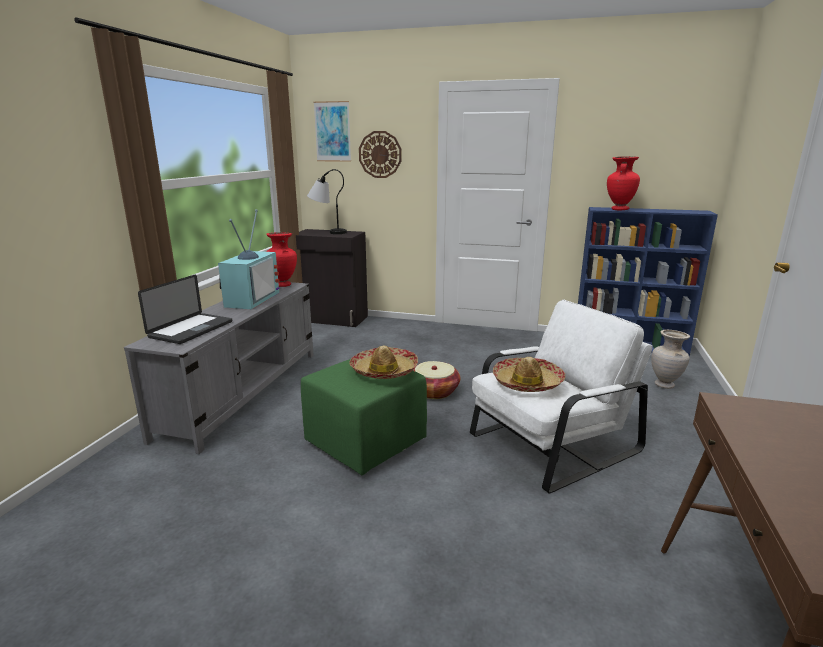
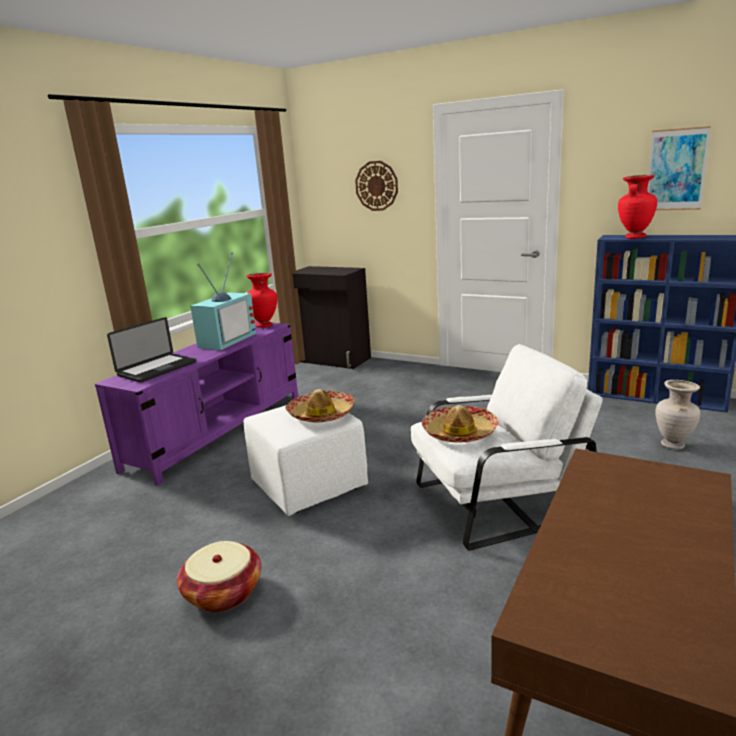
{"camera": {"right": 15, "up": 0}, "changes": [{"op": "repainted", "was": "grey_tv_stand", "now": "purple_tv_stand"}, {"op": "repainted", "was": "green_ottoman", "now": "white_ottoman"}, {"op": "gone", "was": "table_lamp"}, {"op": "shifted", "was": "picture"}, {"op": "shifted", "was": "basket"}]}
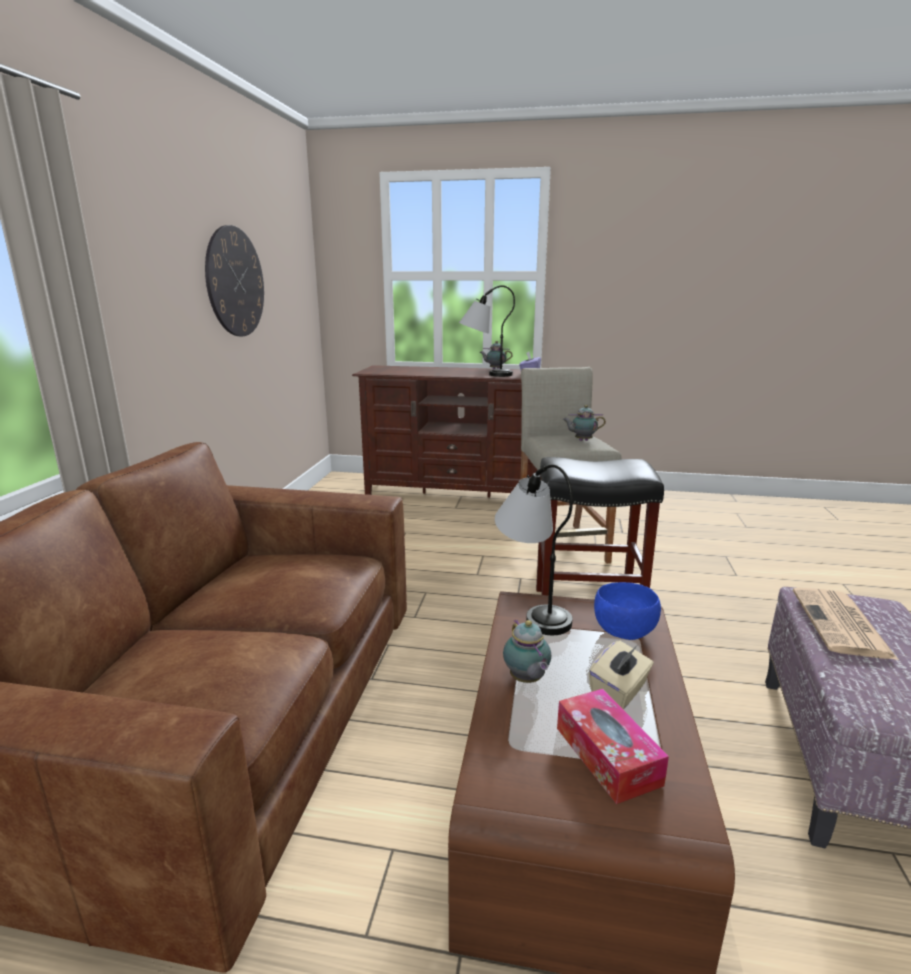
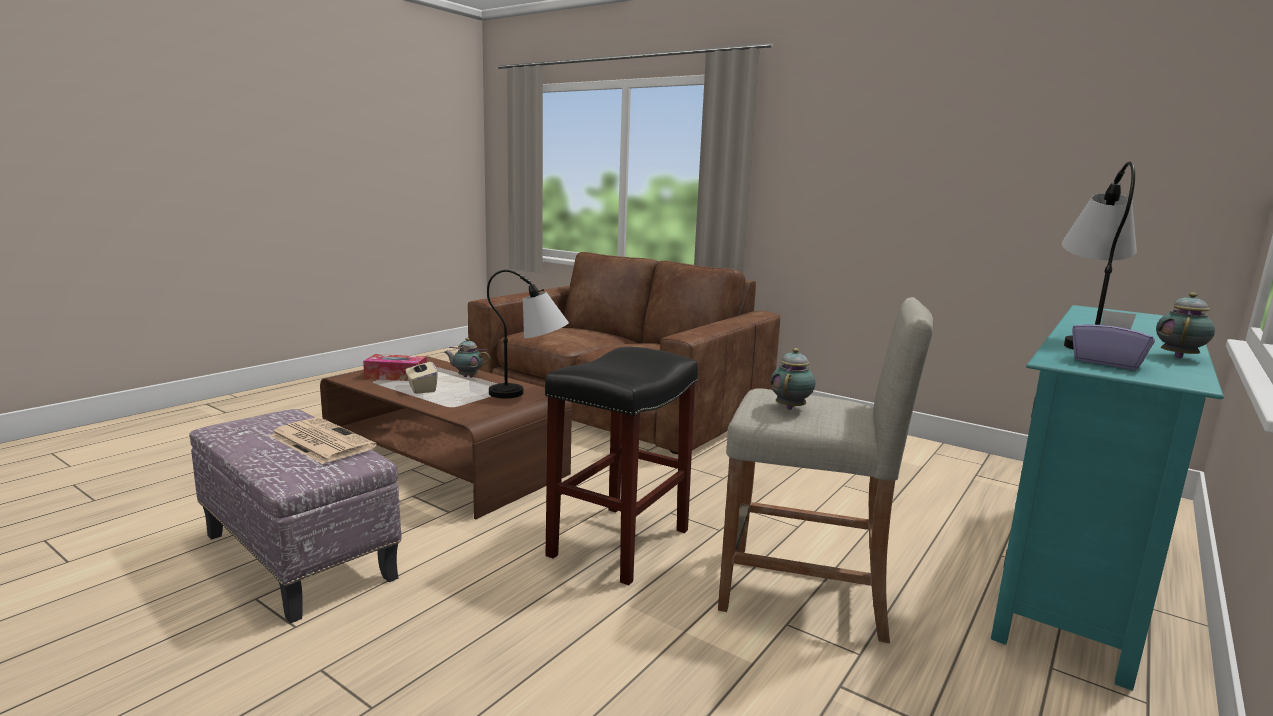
{"camera": {"right": 115, "up": -5}, "changes": [{"op": "gone", "was": "wall_clock"}, {"op": "repainted", "was": "brown_tv_stand", "now": "turquoise_tv_stand"}, {"op": "gone", "was": "blue_bowl"}]}
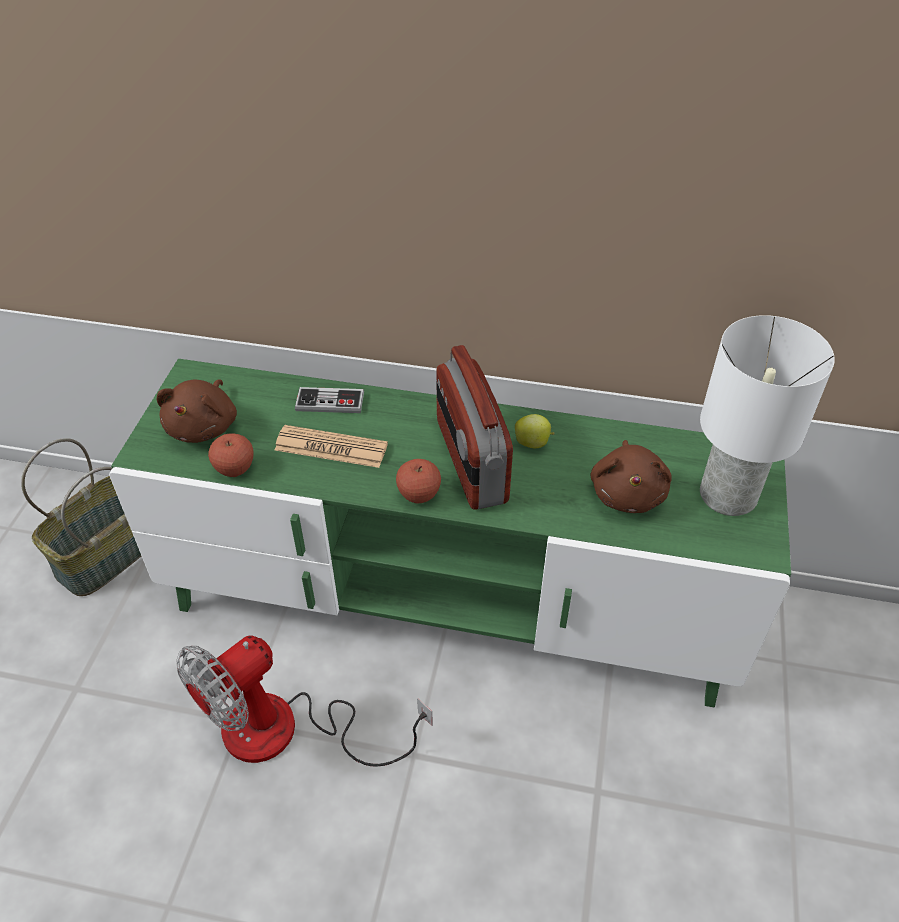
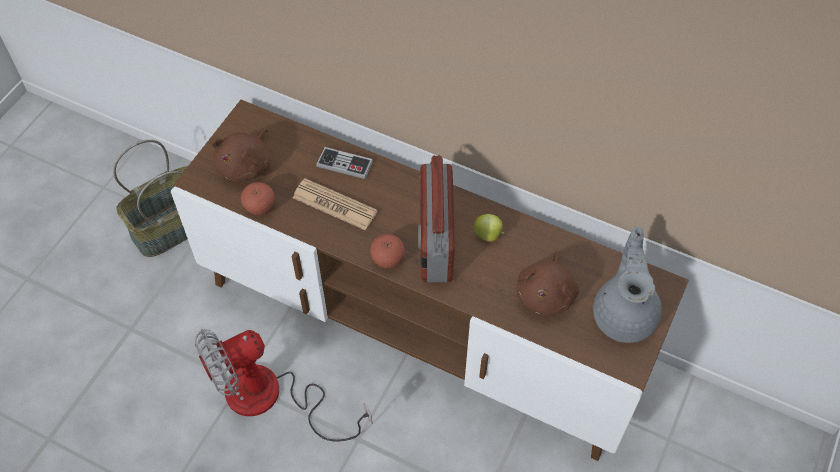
{"camera": {"right": 15, "up": 10}, "changes": [{"op": "repainted", "was": "green_tv_stand", "now": "brown_tv_stand"}, {"op": "swapped", "was": "white_table_lamp", "now": "grey_teapot"}]}
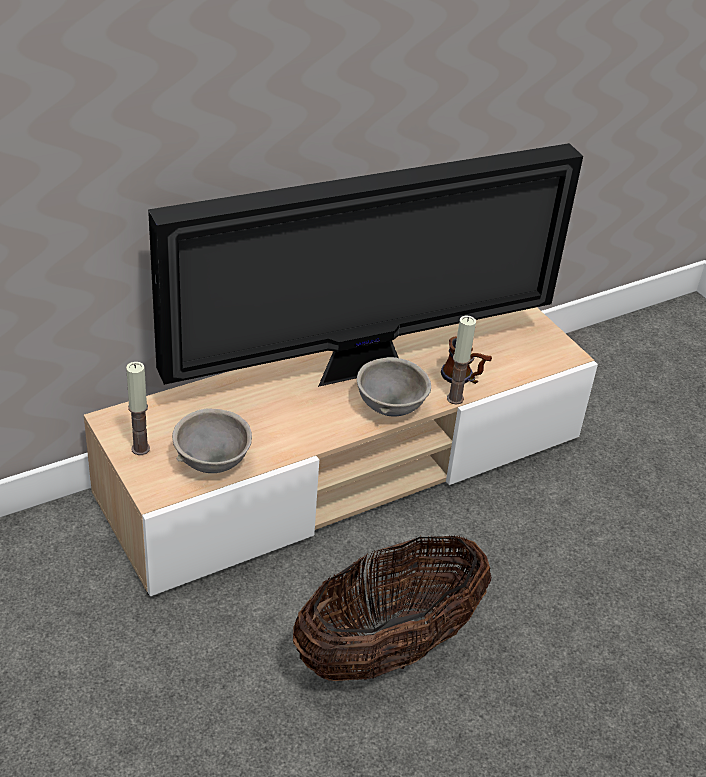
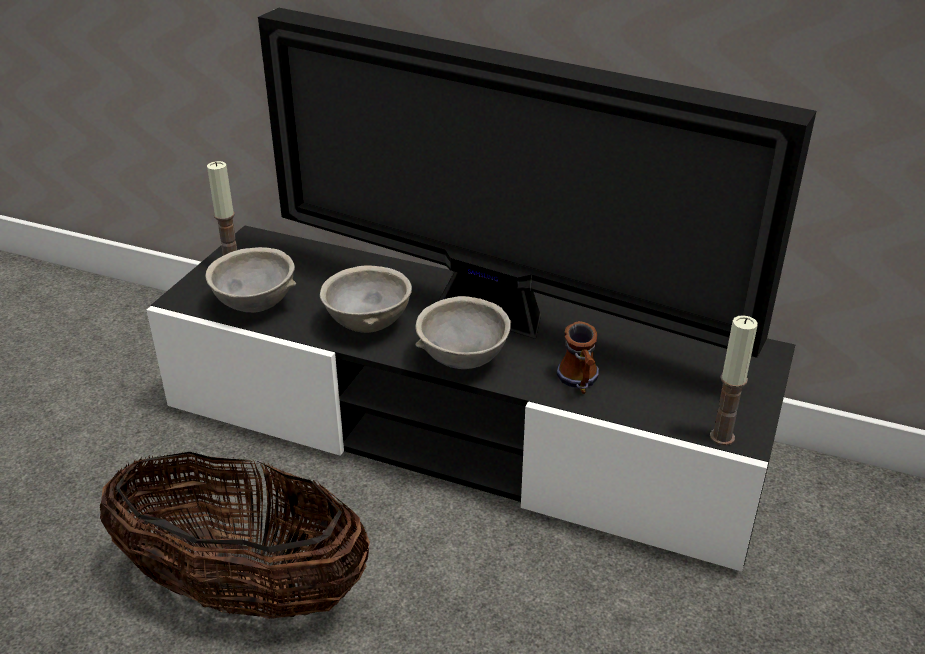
{"camera": {"right": 55, "up": -5}, "changes": [{"op": "repainted", "was": "beige_tv_stand", "now": "black_tv_stand"}, {"op": "shifted", "was": "candle (no. 2 from left)"}, {"op": "new", "now": "grey_bowl (no. 2 from left)"}]}
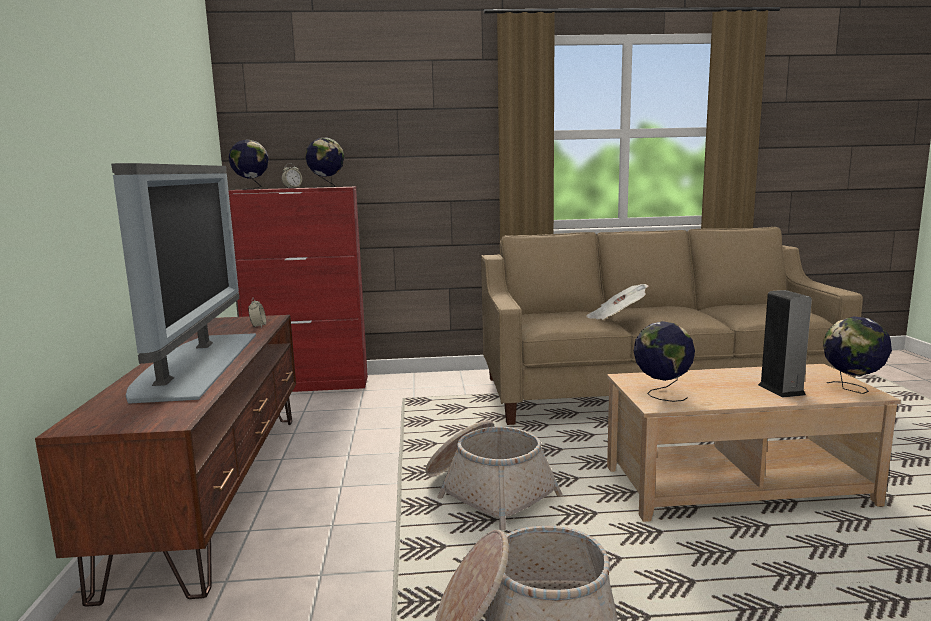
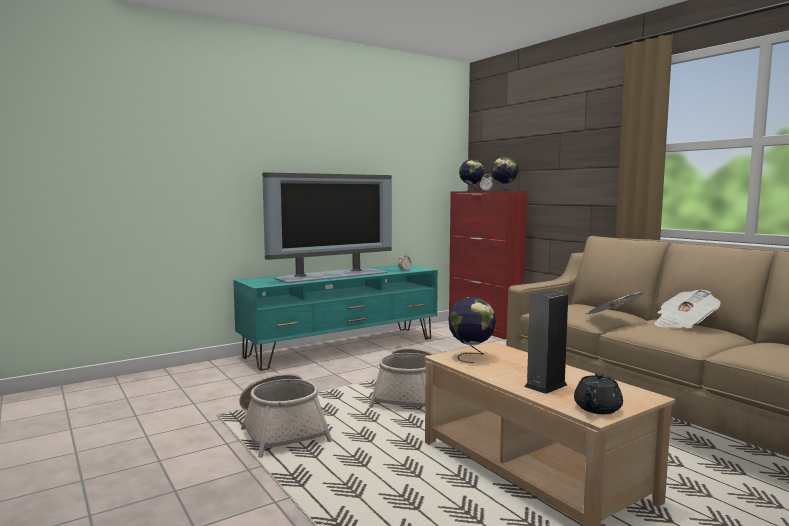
{"camera": {"right": 60, "up": -5}, "changes": [{"op": "repainted", "was": "brown_tv_stand", "now": "turquoise_tv_stand"}, {"op": "swapped", "was": "globe (no. 4 from left)", "now": "black_teapot"}, {"op": "new", "now": "newspaper (no. 2 from left)"}]}
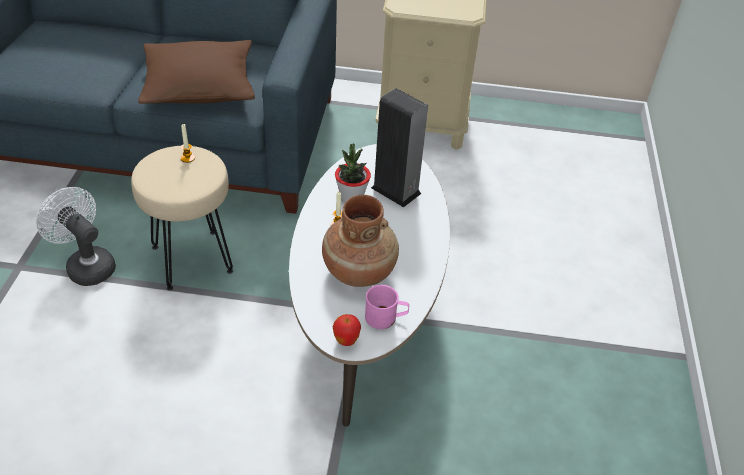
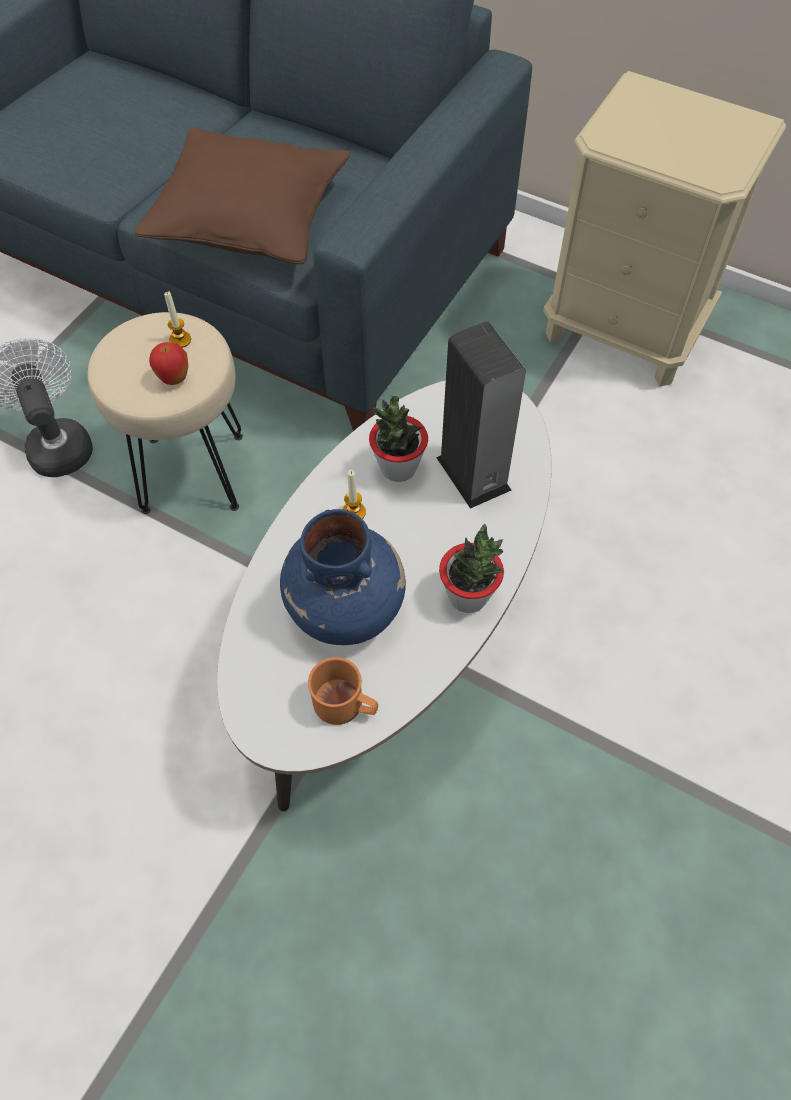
{"camera": {"right": 25, "up": 15}, "changes": [{"op": "repainted", "was": "brown_vase", "now": "blue_vase"}, {"op": "shifted", "was": "apple"}, {"op": "repainted", "was": "pink_mug", "now": "orange_mug"}, {"op": "new", "now": "potted_plant (no. 2 from left)"}]}
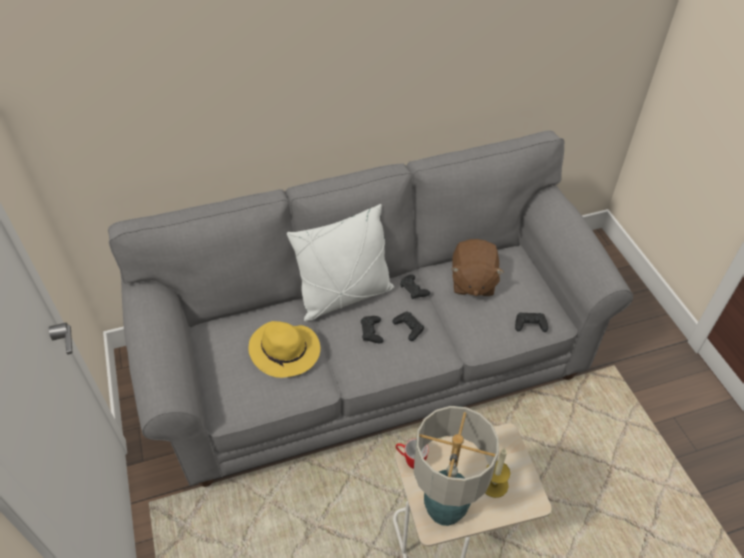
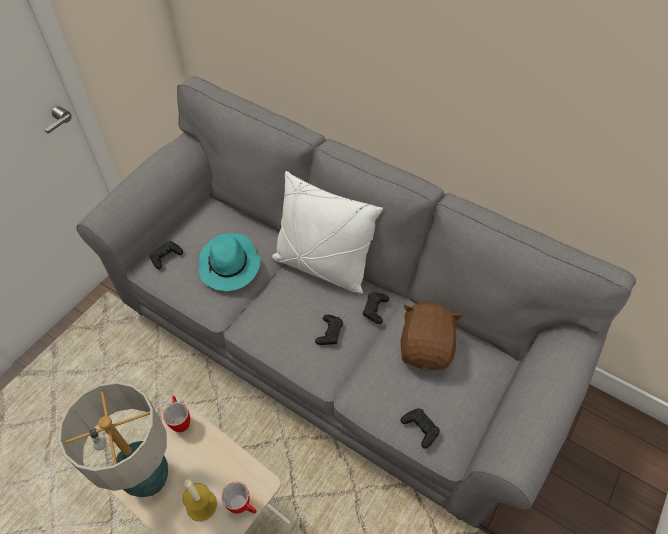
{"camera": {"right": 50, "up": 5}, "changes": [{"op": "repainted", "was": "yellow_hat", "now": "turquoise_hat"}, {"op": "shifted", "was": "black_game_controller (no. 1 from left)"}, {"op": "rotated", "was": "brown_plush_toy", "clockwise": 135}, {"op": "new", "now": "mug (no. 2 from left)"}]}
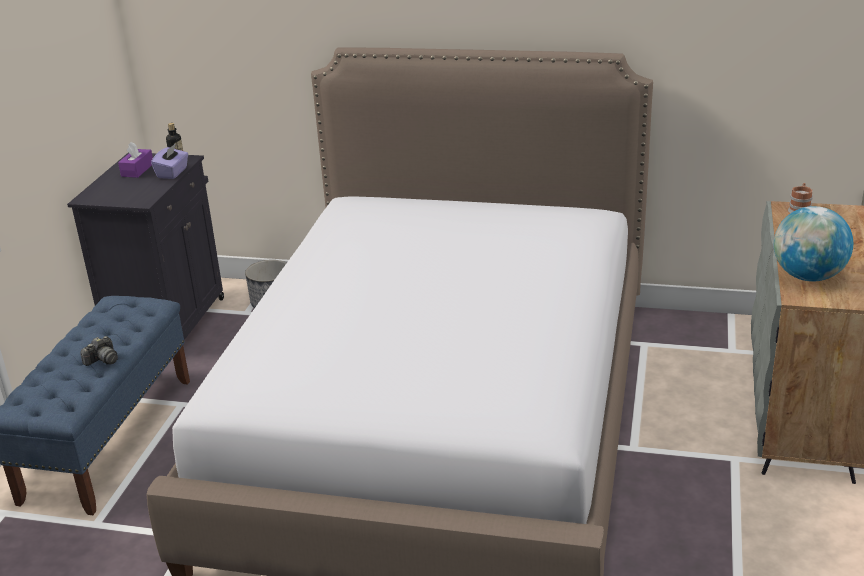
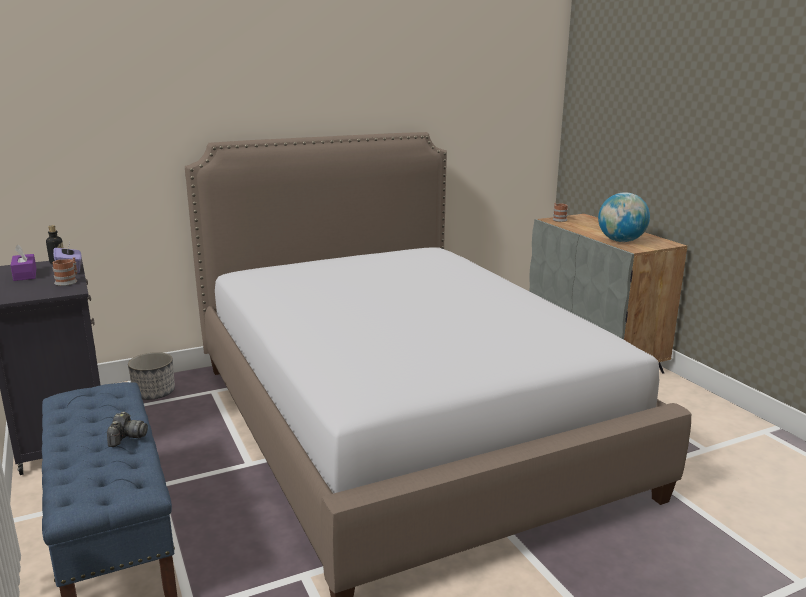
{"camera": {"right": -40, "up": -10}, "changes": [{"op": "new", "now": "mug (no. 1 from left)"}]}
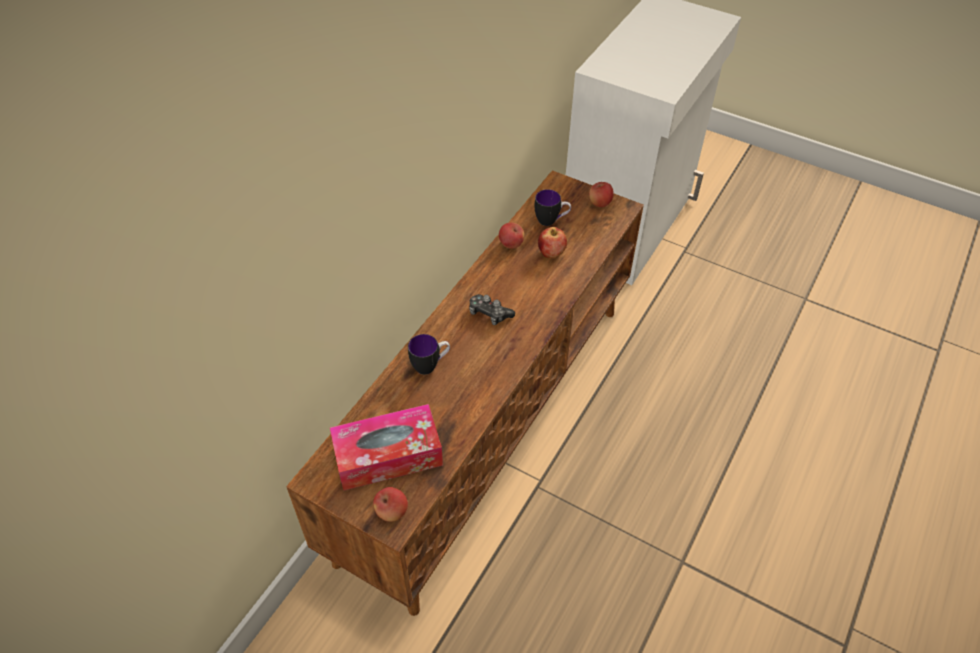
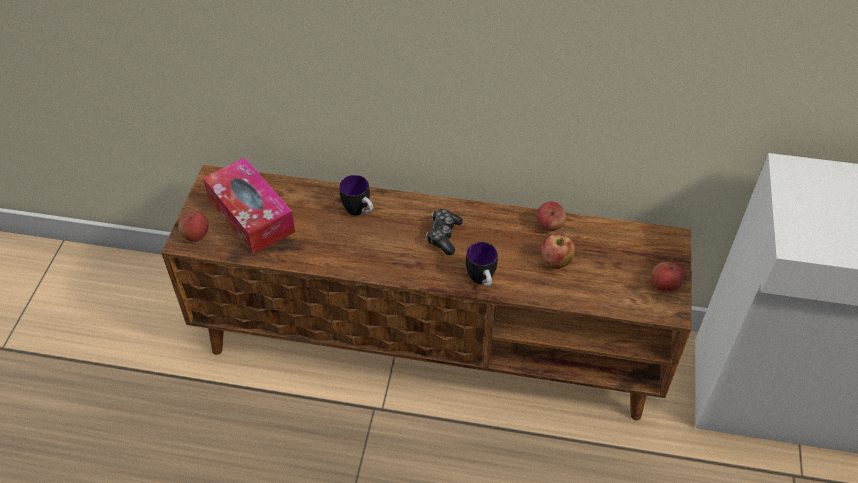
{"camera": {"right": 70, "up": 0}, "changes": [{"op": "shifted", "was": "mug (no. 2 from left)"}]}
